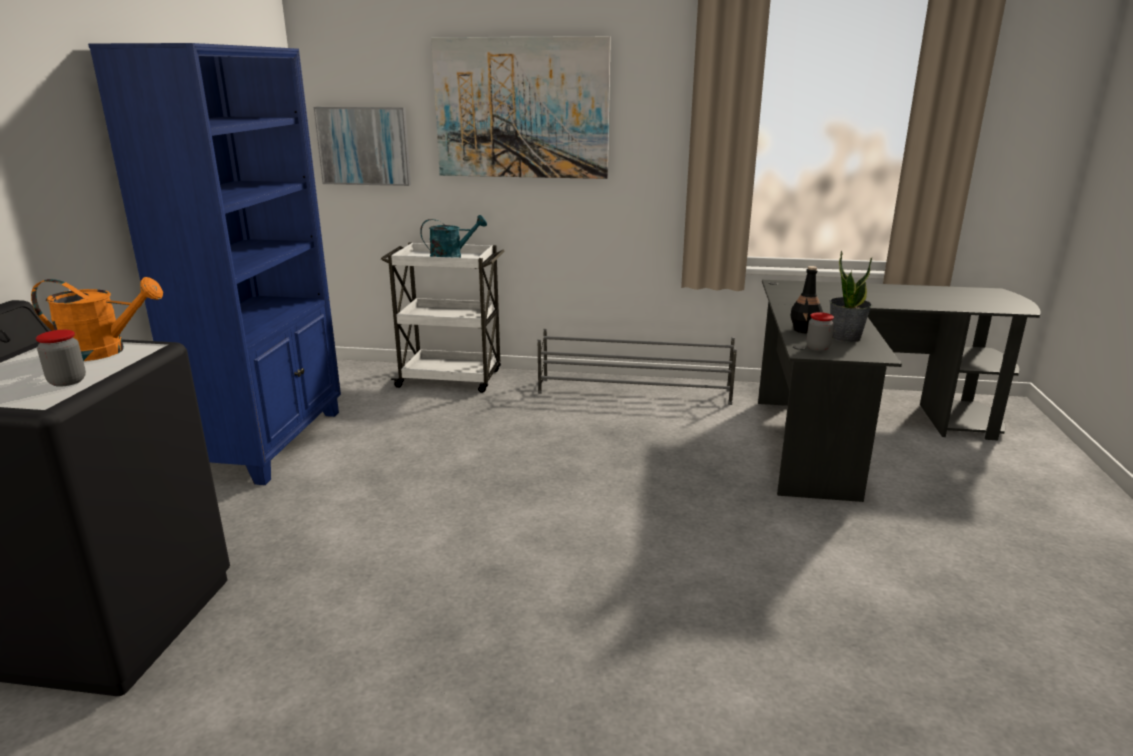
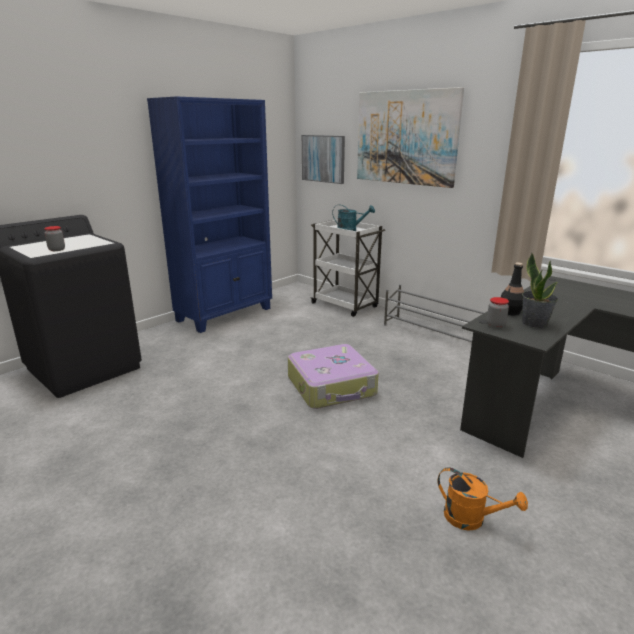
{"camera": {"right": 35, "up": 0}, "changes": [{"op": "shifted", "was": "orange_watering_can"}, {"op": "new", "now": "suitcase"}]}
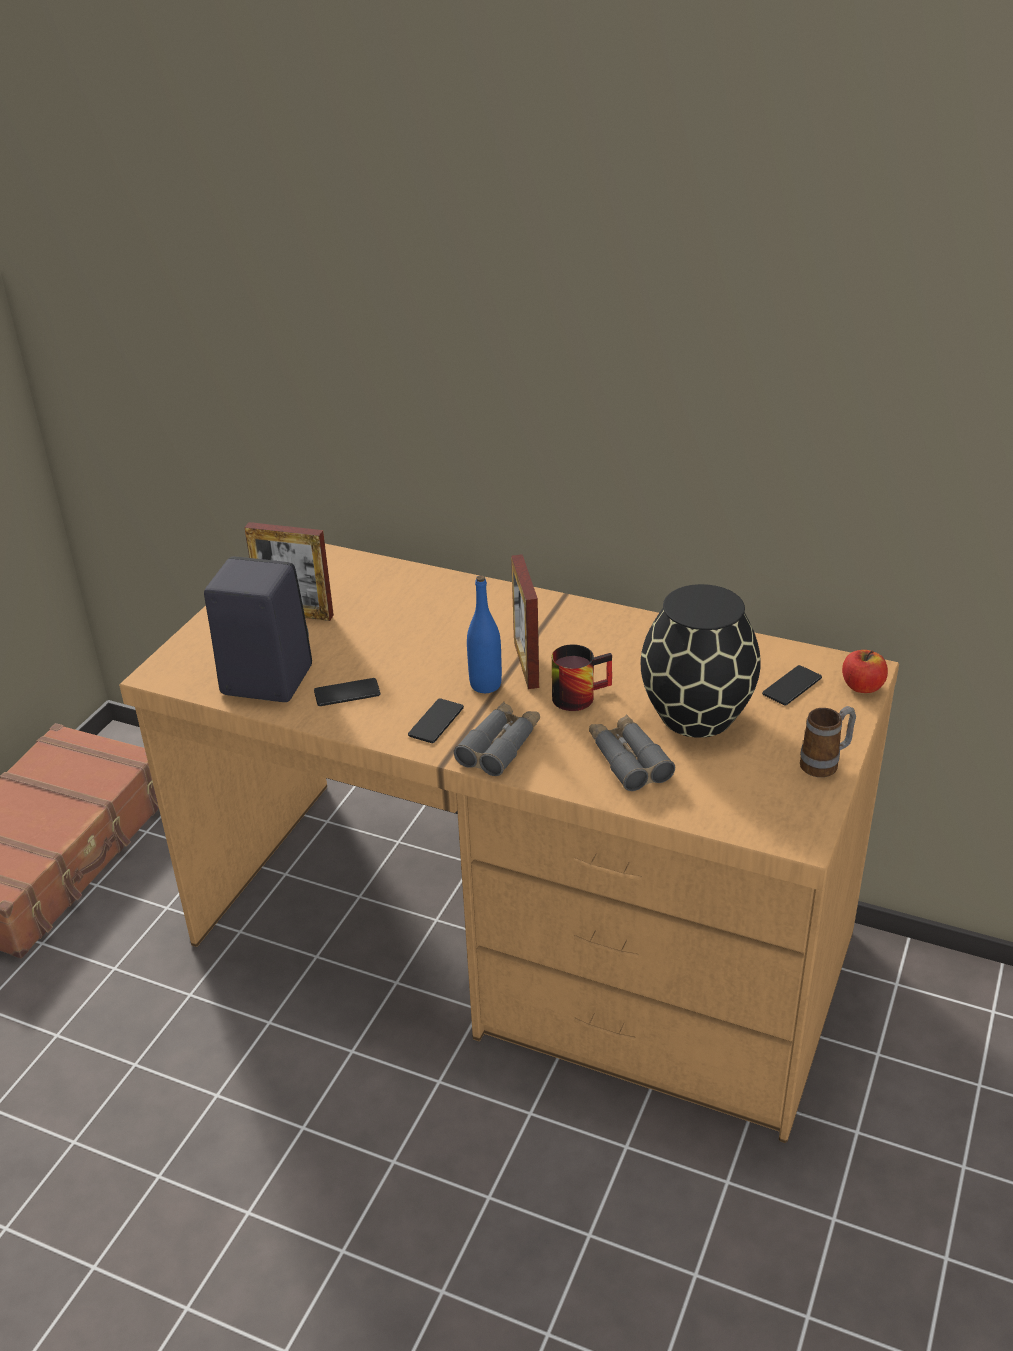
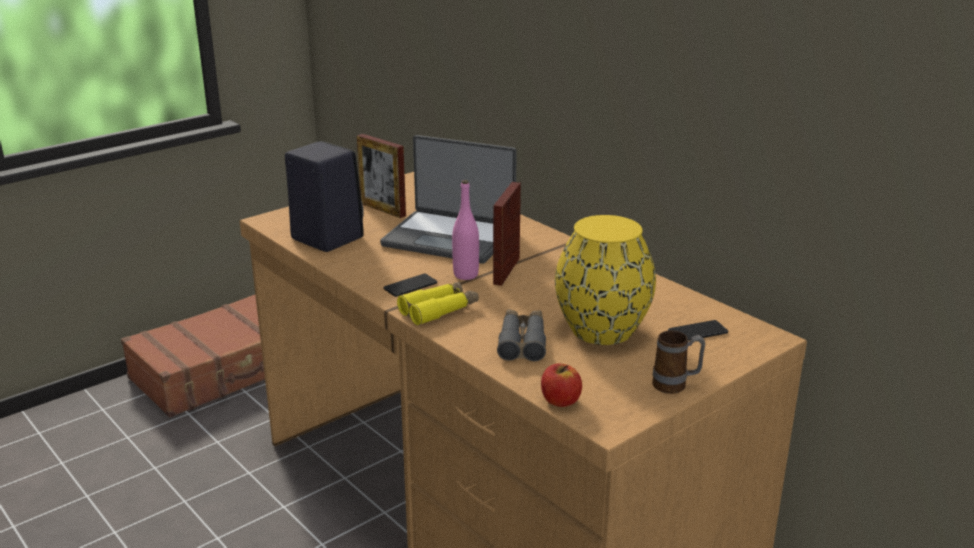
{"camera": {"right": 25, "up": -10}, "changes": [{"op": "gone", "was": "phone (no. 1 from left)"}, {"op": "repainted", "was": "grey_binoculars (no. 1 from left)", "now": "yellow_binoculars"}, {"op": "repainted", "was": "blue_bottle", "now": "pink_bottle"}, {"op": "gone", "was": "mug (no. 1 from left)"}, {"op": "repainted", "was": "black_vase", "now": "yellow_vase"}, {"op": "shifted", "was": "apple"}, {"op": "new", "now": "laptop"}]}
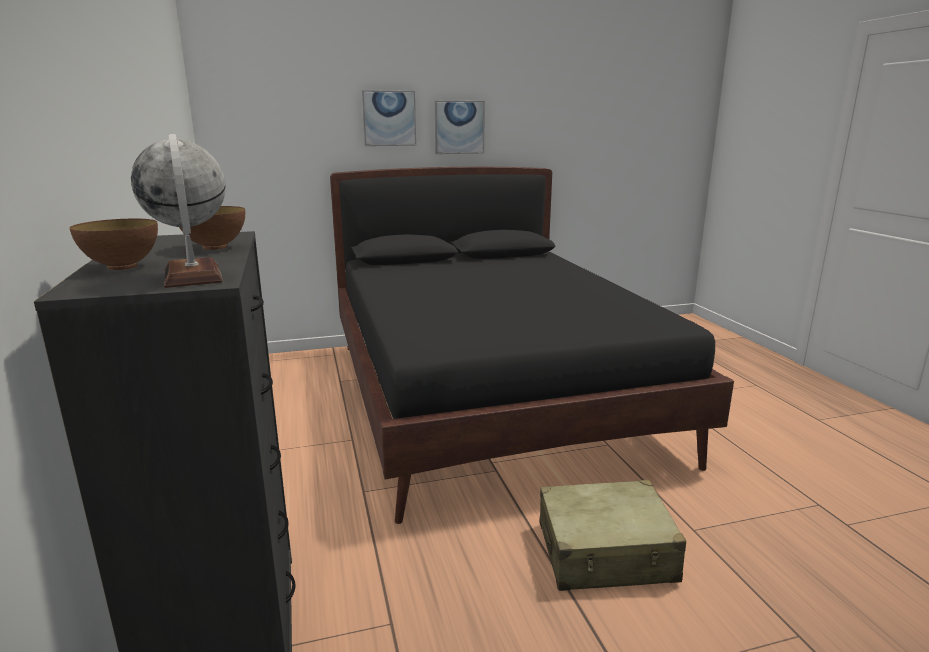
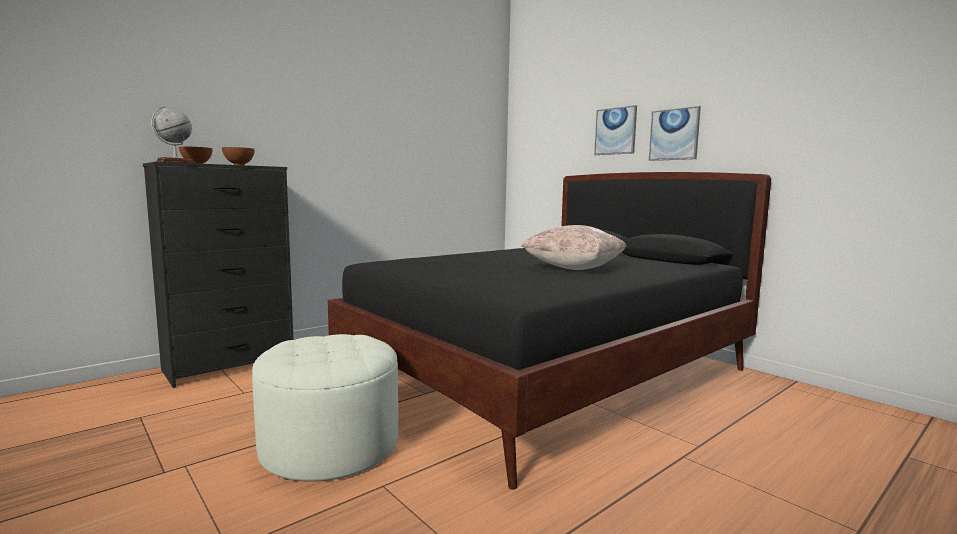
{"camera": {"right": 65, "up": -10}, "changes": [{"op": "swapped", "was": "beige_suitcase", "now": "white_ottoman"}, {"op": "new", "now": "beige_pillow"}]}
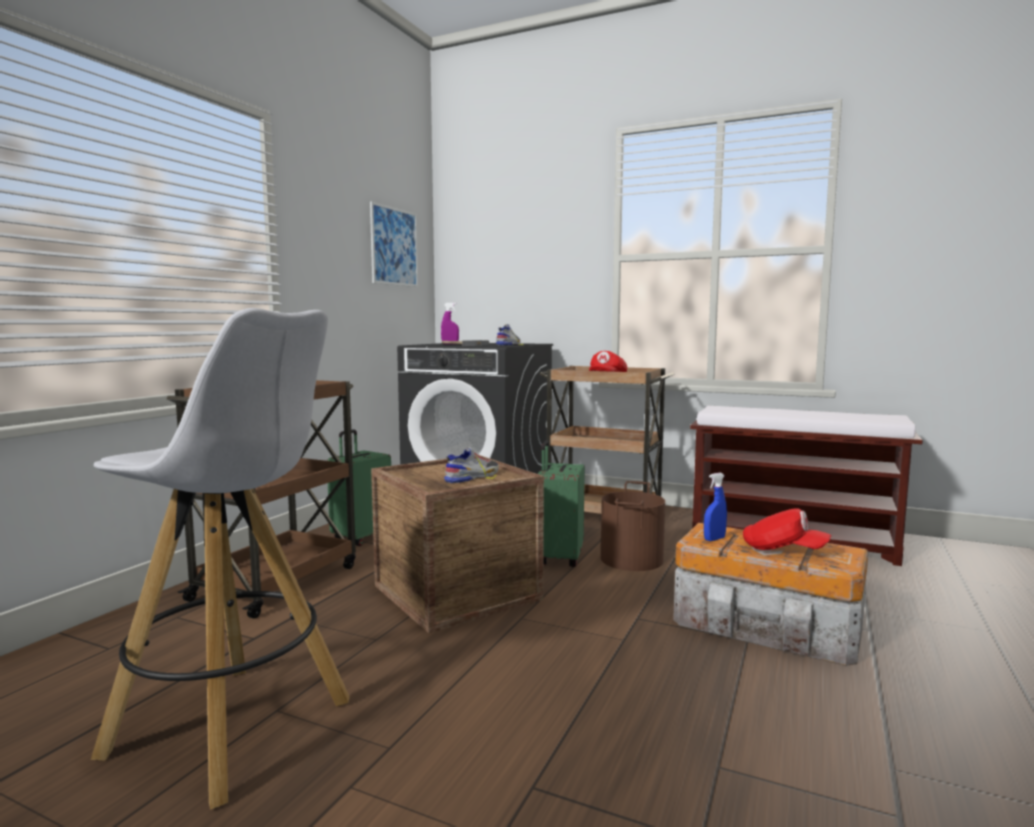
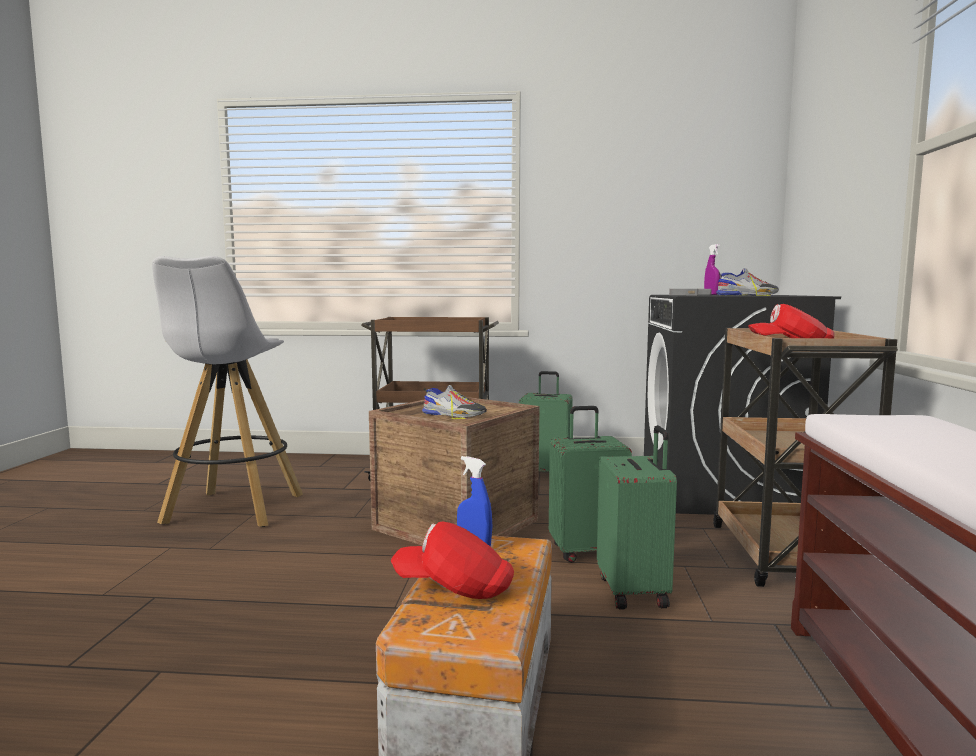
{"camera": {"right": 70, "up": 0}, "changes": [{"op": "gone", "was": "picture"}, {"op": "swapped", "was": "brown_bucket", "now": "green_suitcase (no. 3 from left)"}, {"op": "rotated", "was": "red_cap (no. 2 from left in the first image)", "clockwise": 90}]}
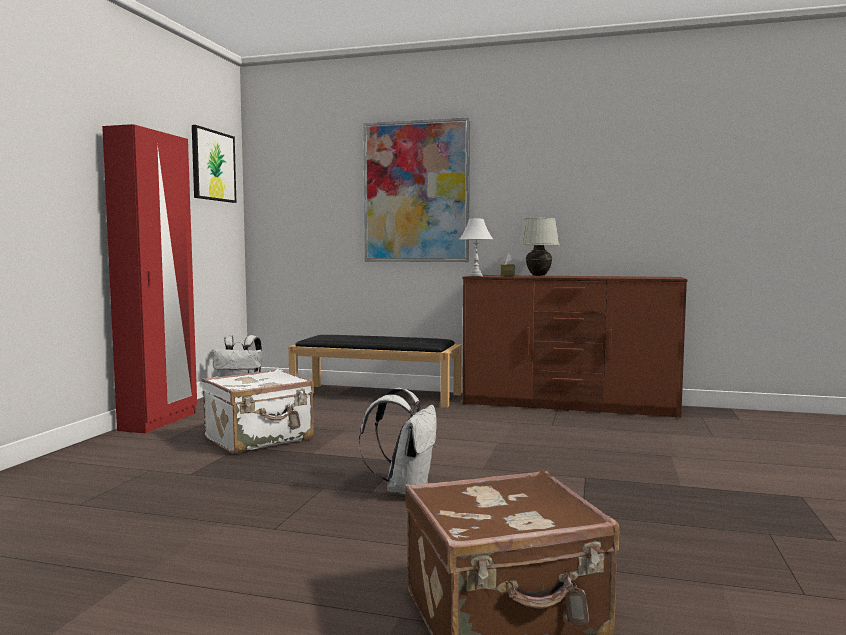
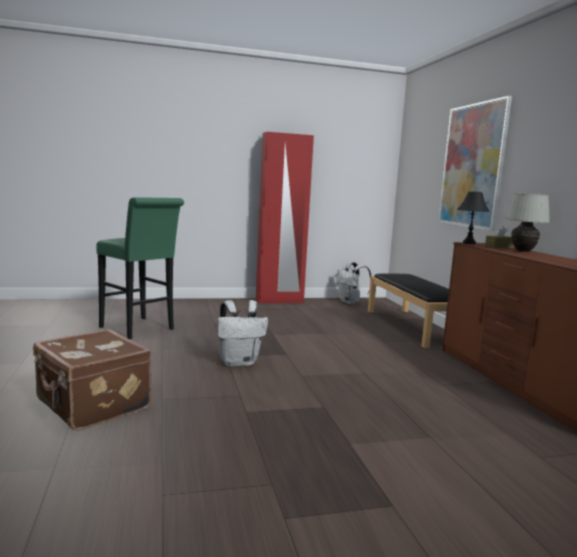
{"camera": {"right": 60, "up": 5}, "changes": [{"op": "gone", "was": "picture (no. 1 from left)"}, {"op": "gone", "was": "white_suitcase"}, {"op": "repainted", "was": "white_table_lamp (no. 1 from left)", "now": "black_table_lamp"}, {"op": "new", "now": "green_stool"}]}
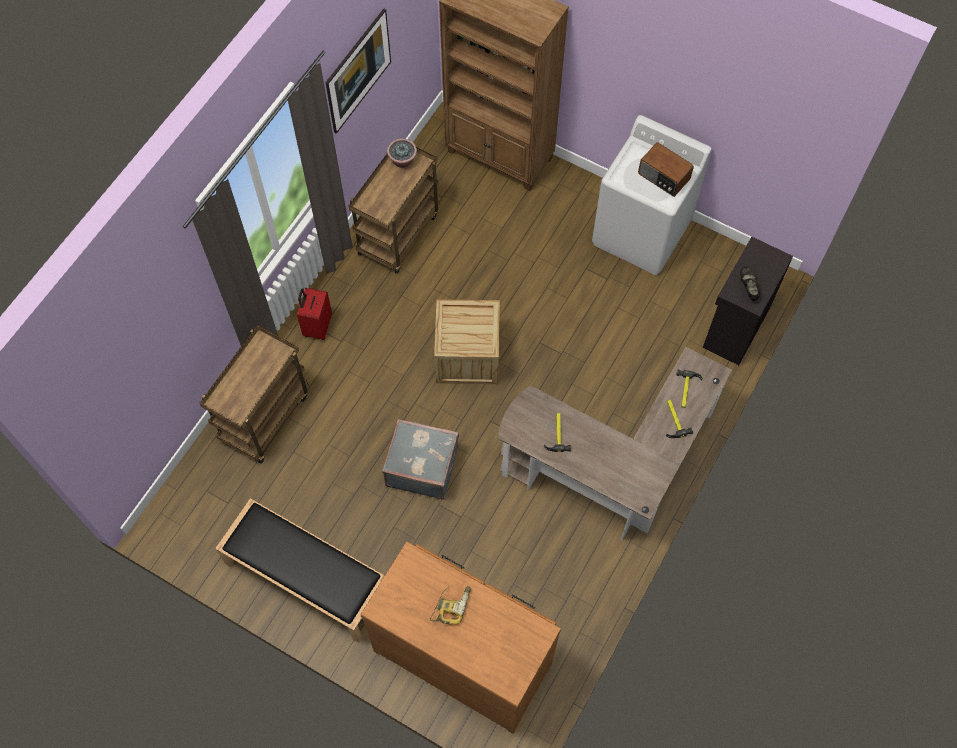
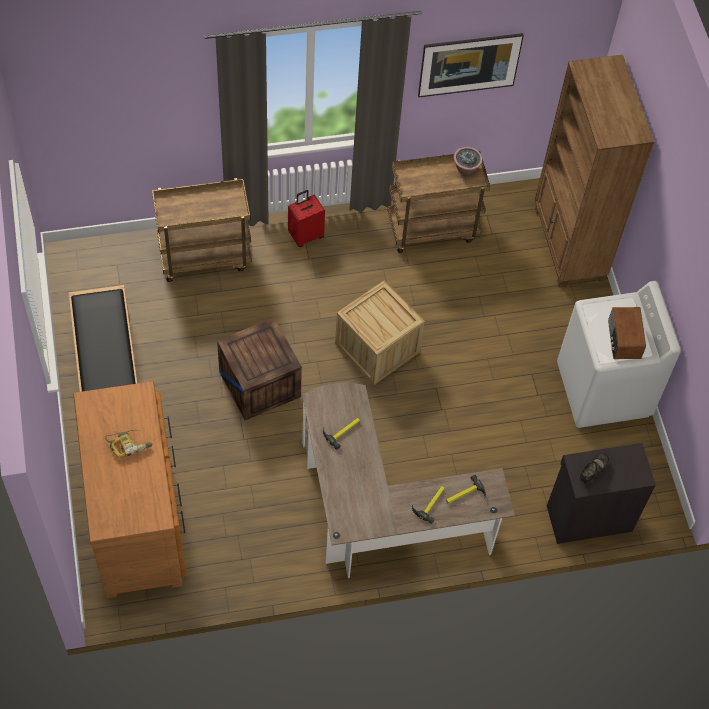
{"camera": {"right": 45, "up": -5}, "changes": [{"op": "swapped", "was": "grey_suitcase", "now": "crate (no. 1 from left)"}]}
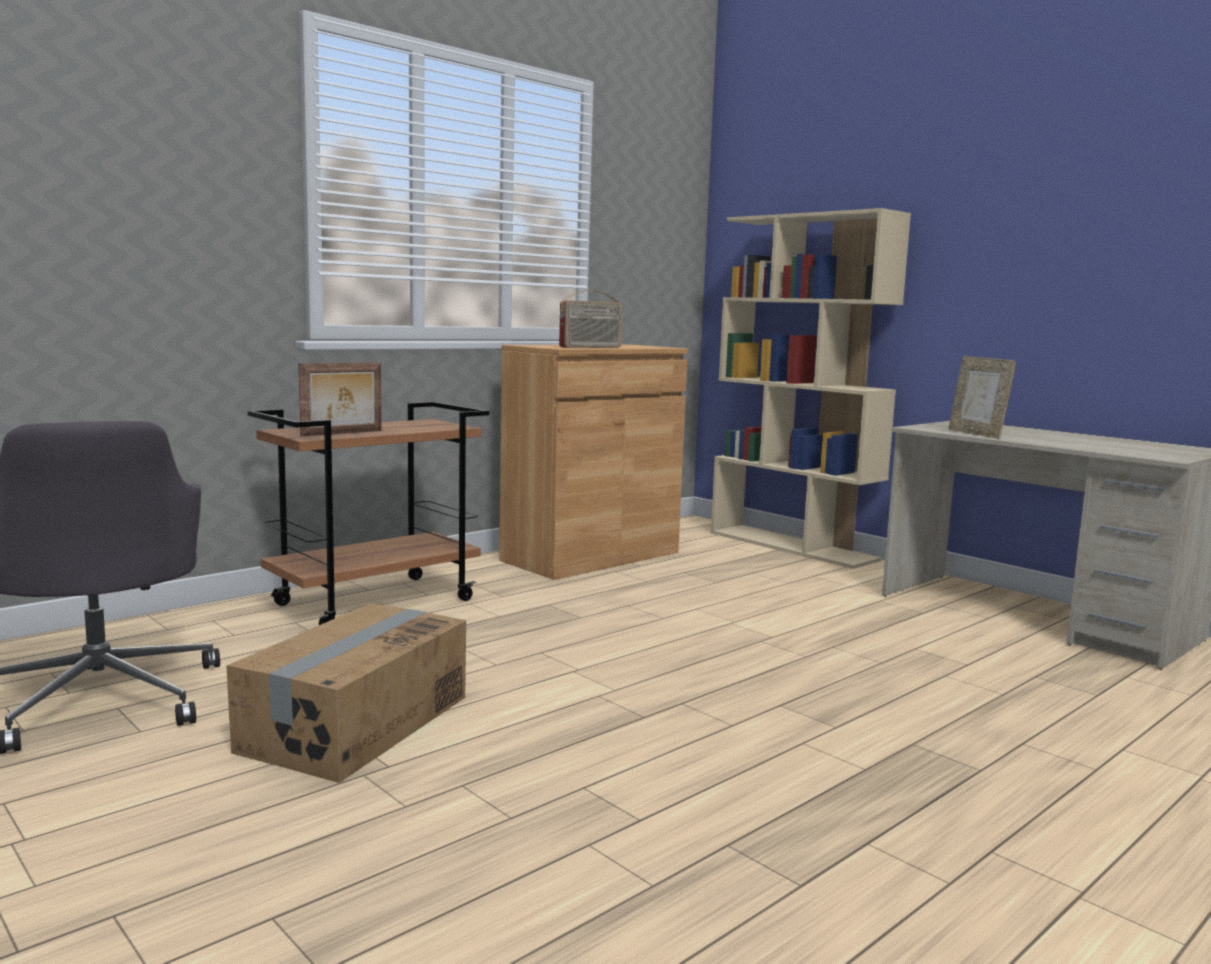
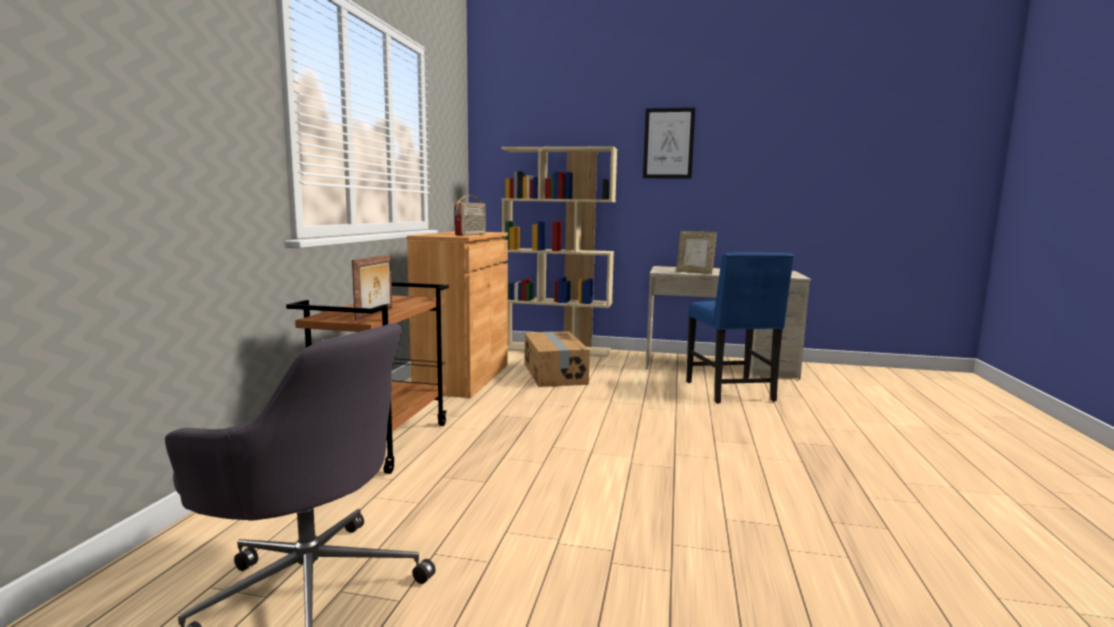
{"camera": {"right": -35, "up": 0}, "changes": [{"op": "shifted", "was": "cardboard_box"}, {"op": "new", "now": "picture"}, {"op": "new", "now": "blue_chair"}]}
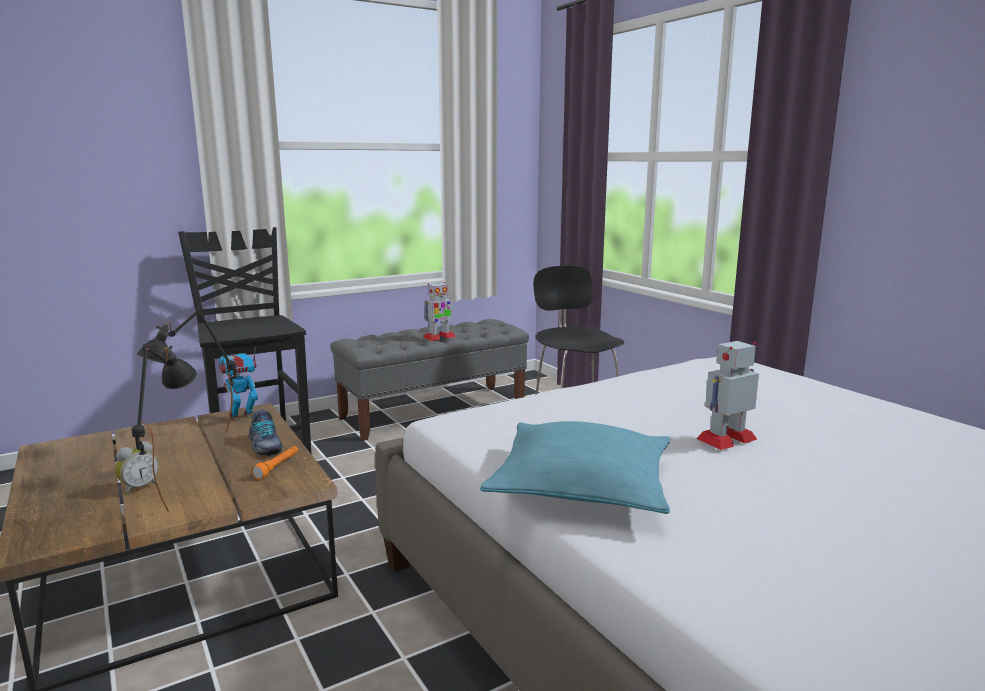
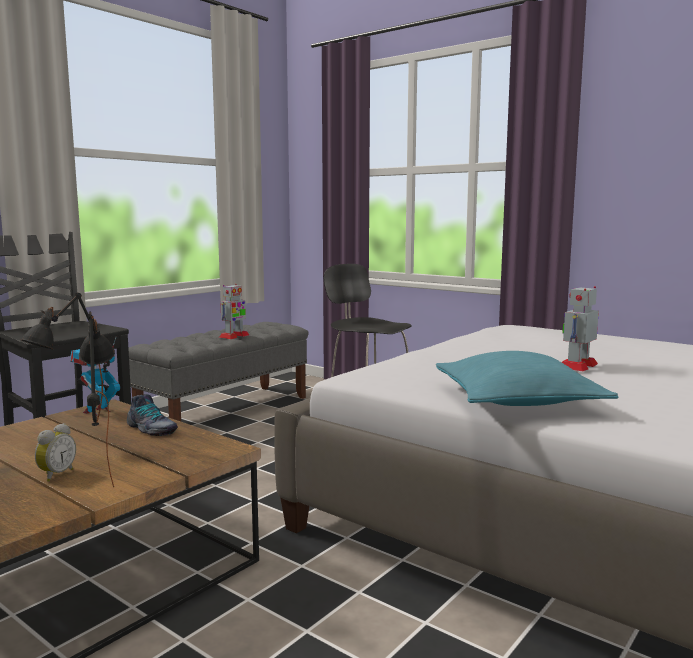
{"camera": {"right": -20, "up": -5}, "changes": [{"op": "gone", "was": "orange_flashlight"}]}
